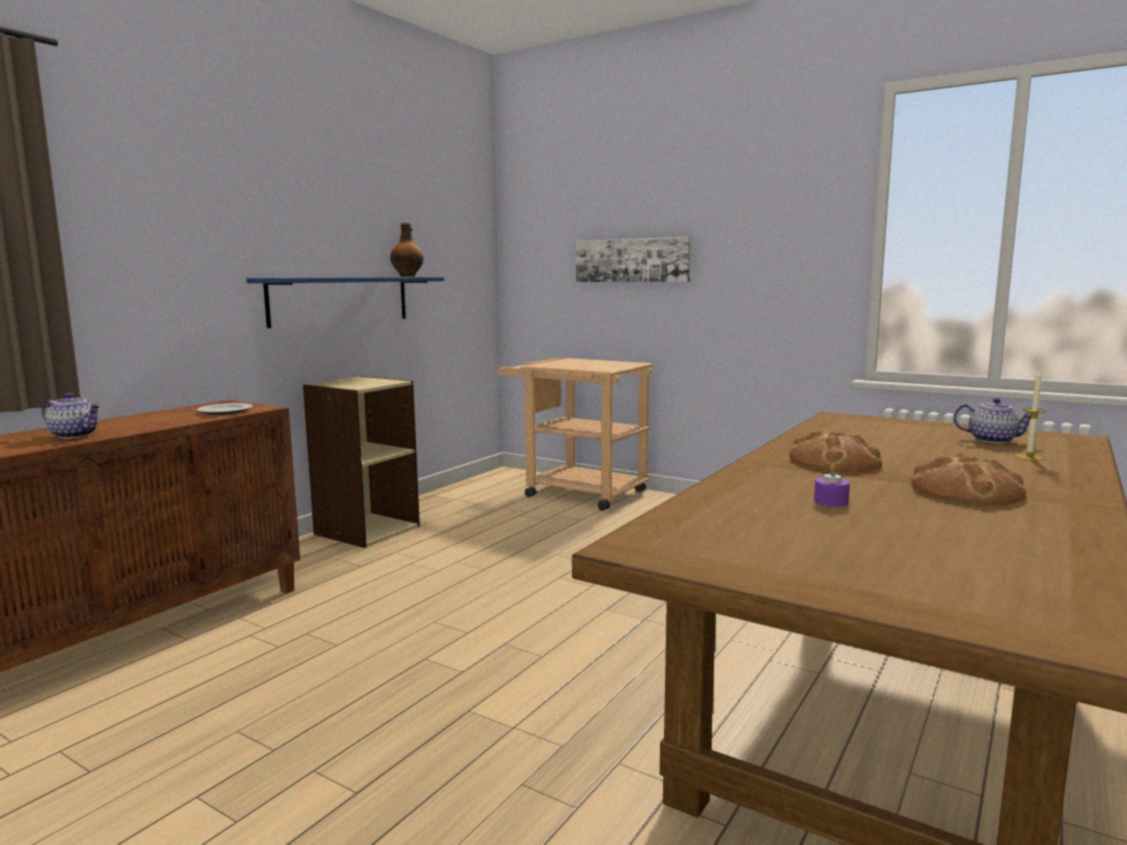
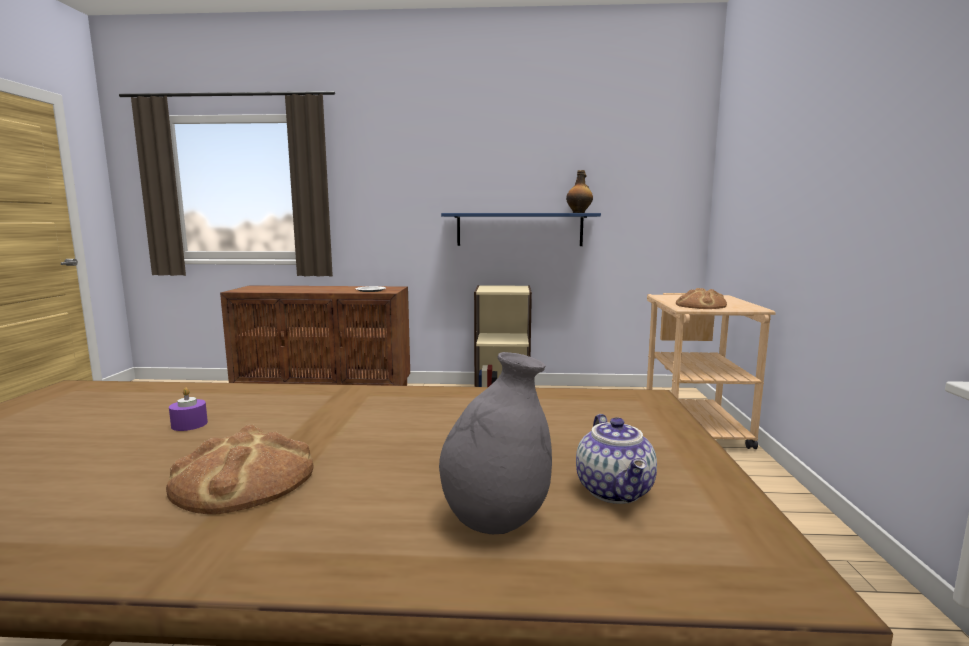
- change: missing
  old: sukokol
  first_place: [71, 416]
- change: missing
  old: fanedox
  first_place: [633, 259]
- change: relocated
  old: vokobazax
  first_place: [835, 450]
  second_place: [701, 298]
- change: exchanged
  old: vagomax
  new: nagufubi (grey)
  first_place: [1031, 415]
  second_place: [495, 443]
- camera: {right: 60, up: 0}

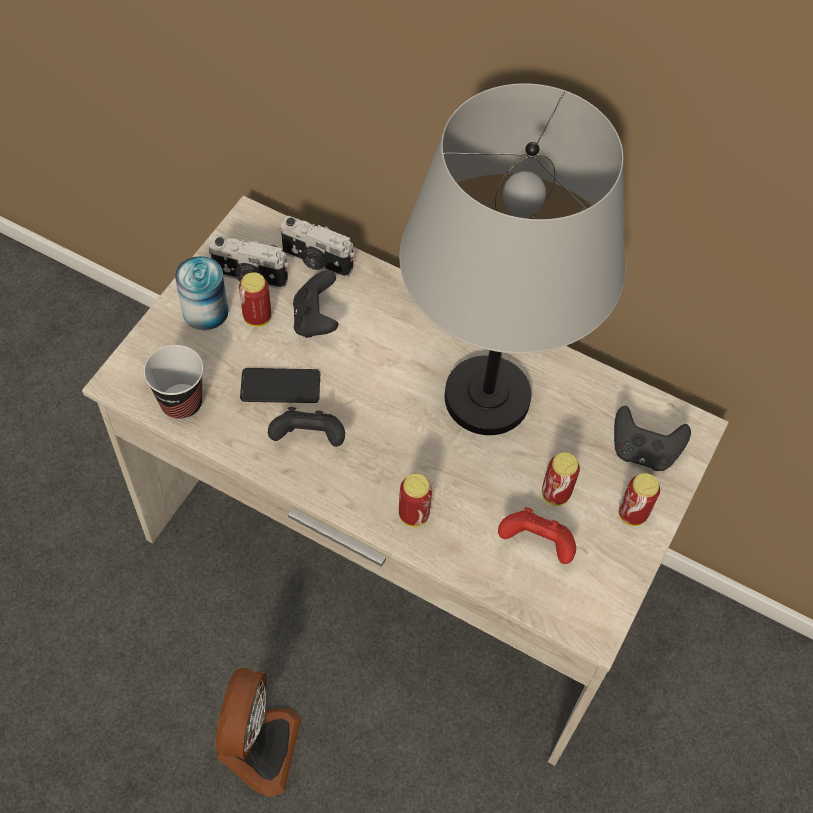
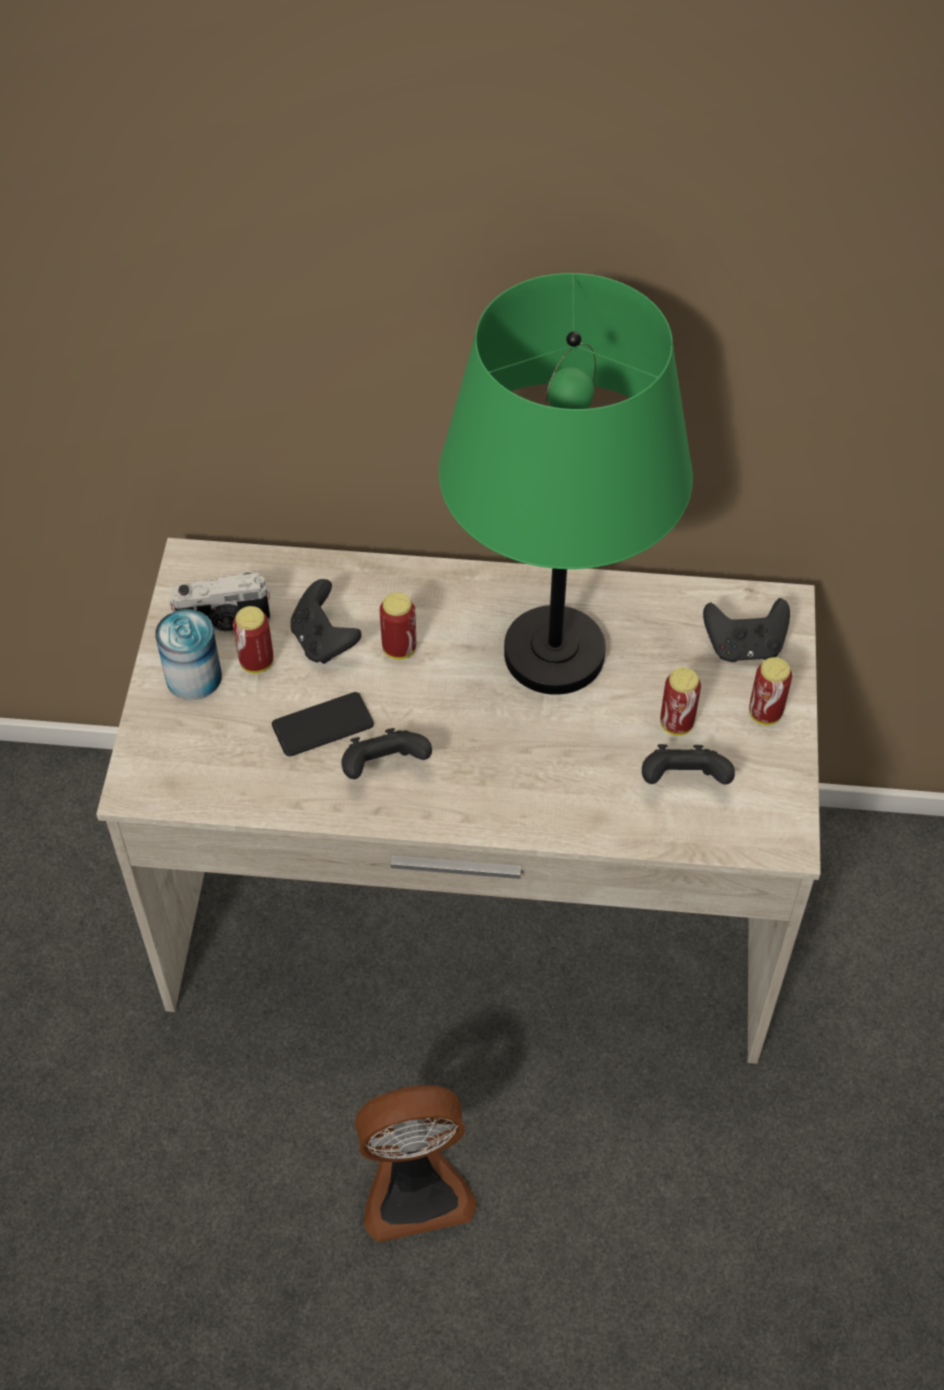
- change: missing
  old: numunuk
  first_place: [173, 382]
- change: missing
  old: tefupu
  first_place: [317, 247]
- change: relocated
  old: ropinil
  first_place: [415, 500]
  second_place: [398, 625]
- change: colour
  old: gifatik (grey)
  new: gifatik (green)
  first_place: [512, 259]
  second_place: [566, 484]
- change: colour
  old: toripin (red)
  new: toripin (black)
  first_place: [537, 535]
  second_place: [688, 764]
- change: spun
  old: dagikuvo
  first_place: [259, 732]
  second_place: [416, 1163]
  degrees: 90
- camera: {right: -20, up: -5}

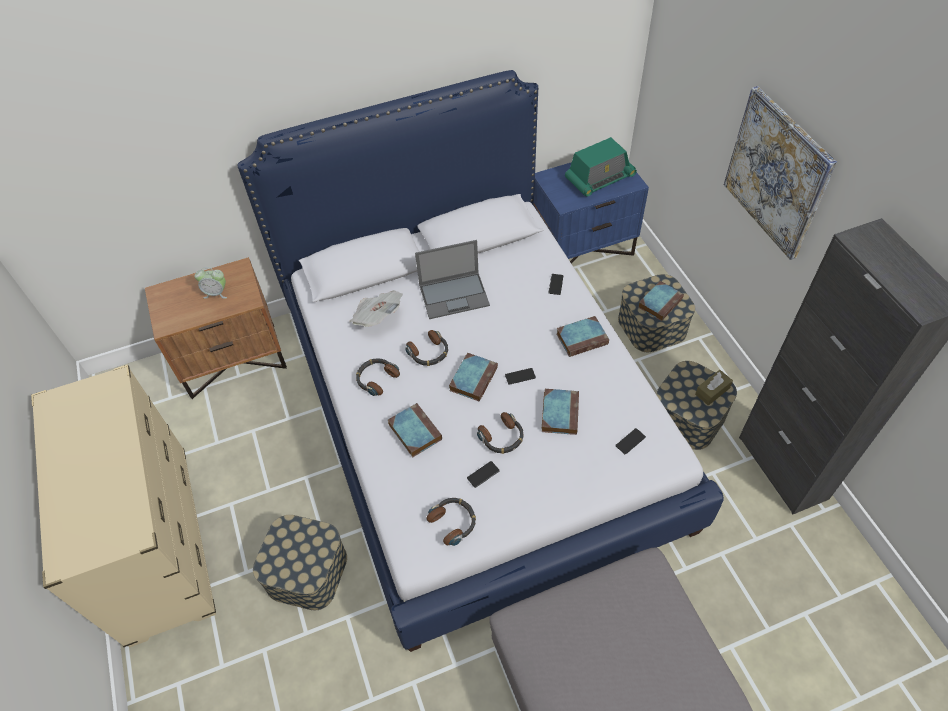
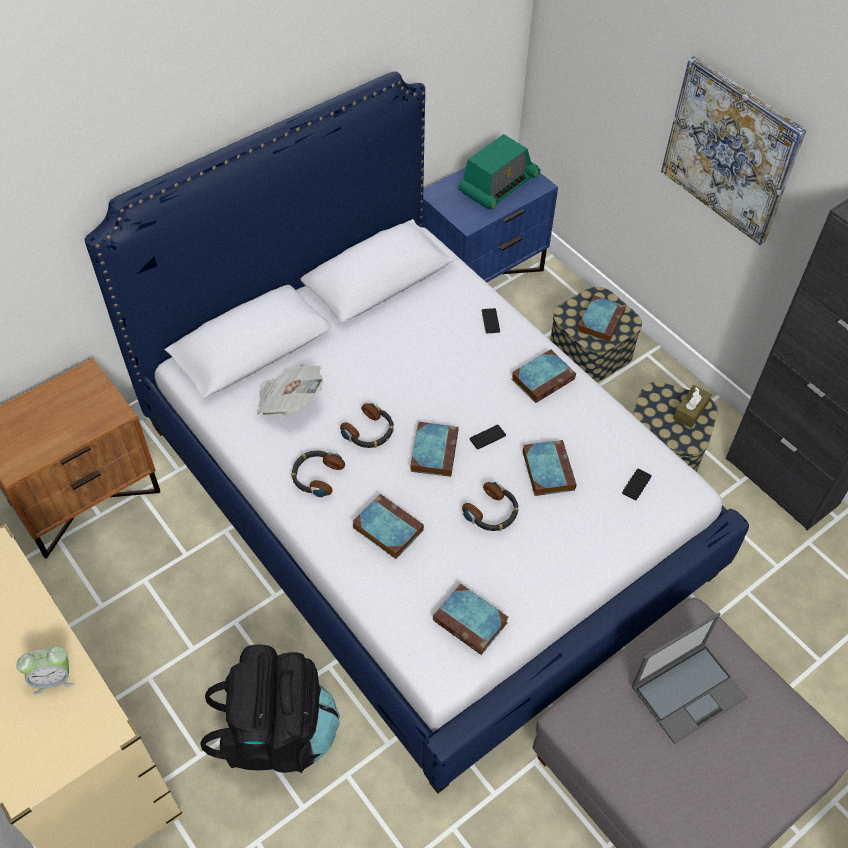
- change: missing
  old: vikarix
  first_place: [483, 474]
- change: relocated
  old: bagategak
  first_place: [210, 283]
  second_place: [45, 670]
- change: relocated
  old: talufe
  first_place: [452, 279]
  second_place: [689, 678]
- change: exchanged
  old: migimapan
  new: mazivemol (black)
  first_place: [300, 563]
  second_place: [269, 708]
- change: exchanged
  old: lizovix
  new: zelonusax
  first_place: [451, 522]
  second_place: [470, 619]
- camera: {right: -20, up: 0}

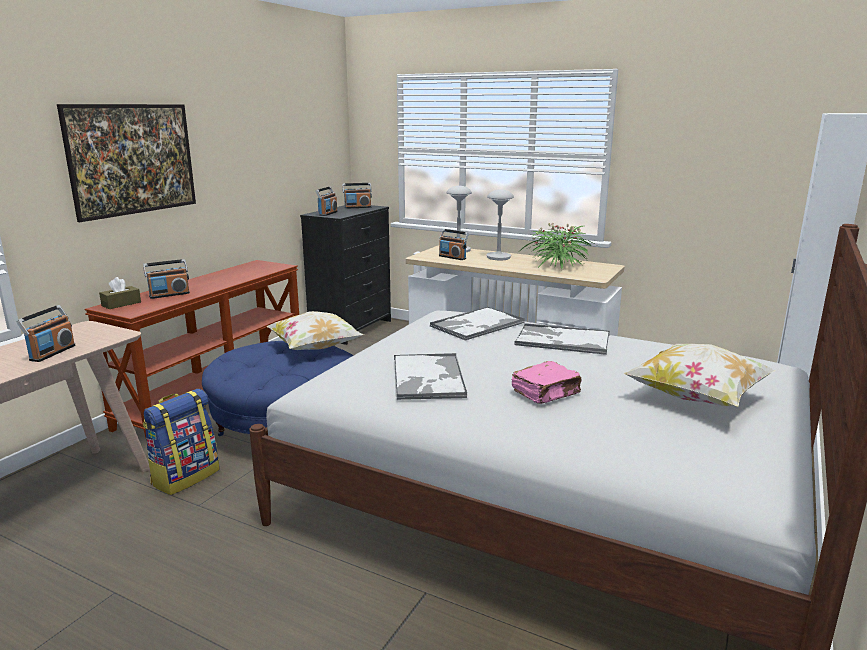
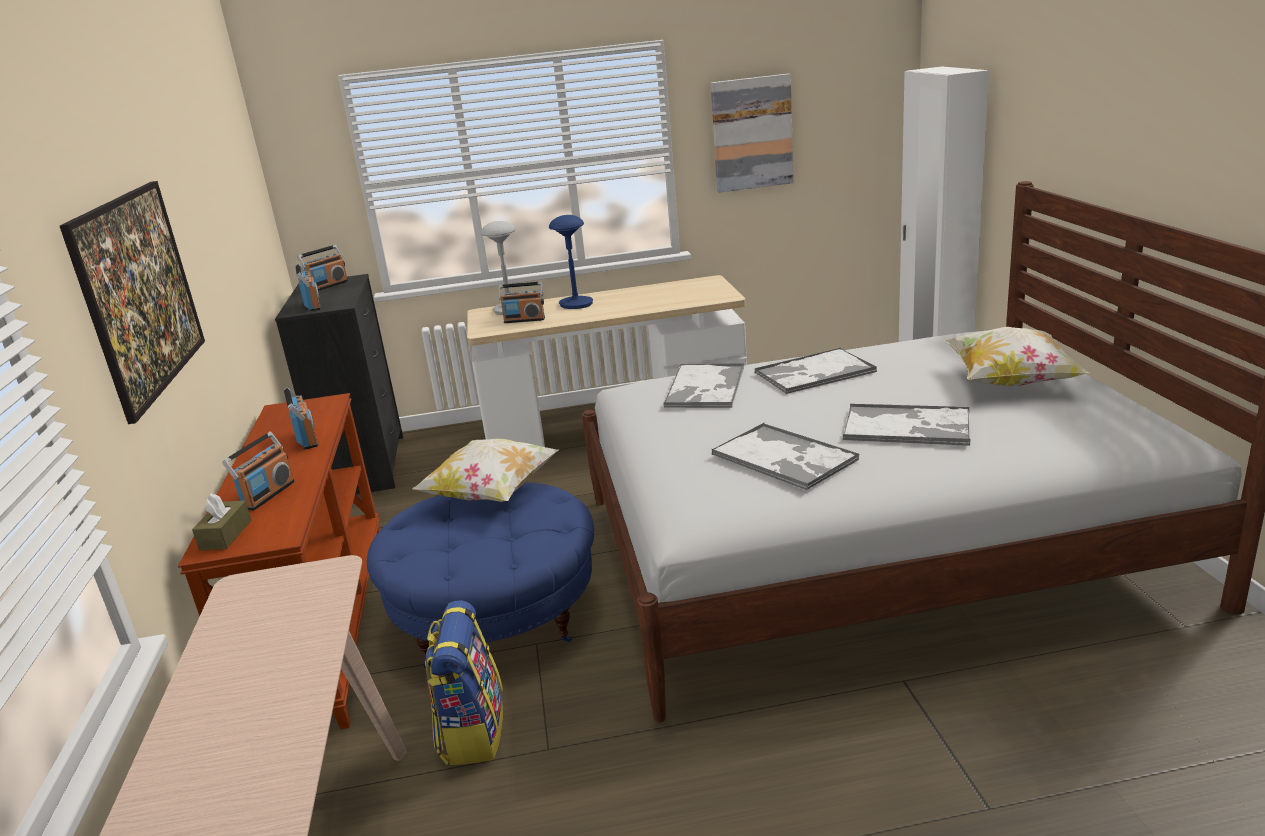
- change: missing
  old: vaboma
  first_place: [558, 246]
- change: appeared
  new: fanedox
  second_place: [752, 133]
- change: relocated
  old: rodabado
  first_place: [46, 333]
  second_place: [301, 418]
- change: exchanged
  old: zelonusax (pink)
  new: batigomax
  first_place: [546, 382]
  second_place: [906, 425]
- change: colour
  old: gifatik (grey)
  new: gifatik (blue)
  first_place: [500, 224]
  second_place: [571, 262]
- camera: {right: -35, up: 5}

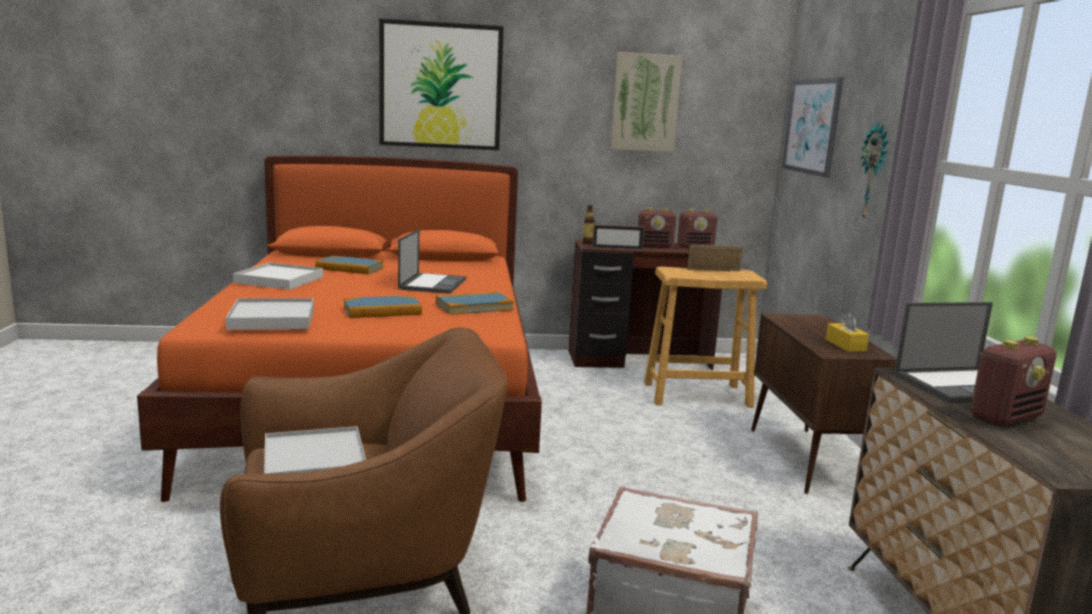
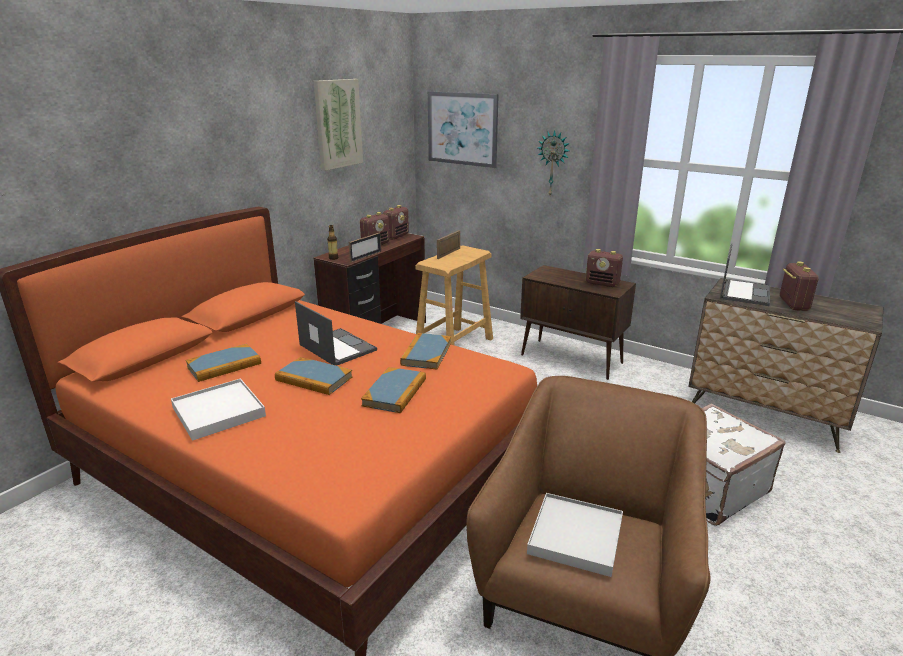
- change: missing
  old: batigomax (white)
  first_place: [270, 314]
- change: missing
  old: fanedox
  first_place: [441, 84]
- change: appeared
  new: zelonusax
  second_place: [314, 376]
- change: exchanged
  old: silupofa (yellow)
  new: rodabado
  first_place: [847, 332]
  second_place: [604, 268]
- camera: {right: -50, up: 10}

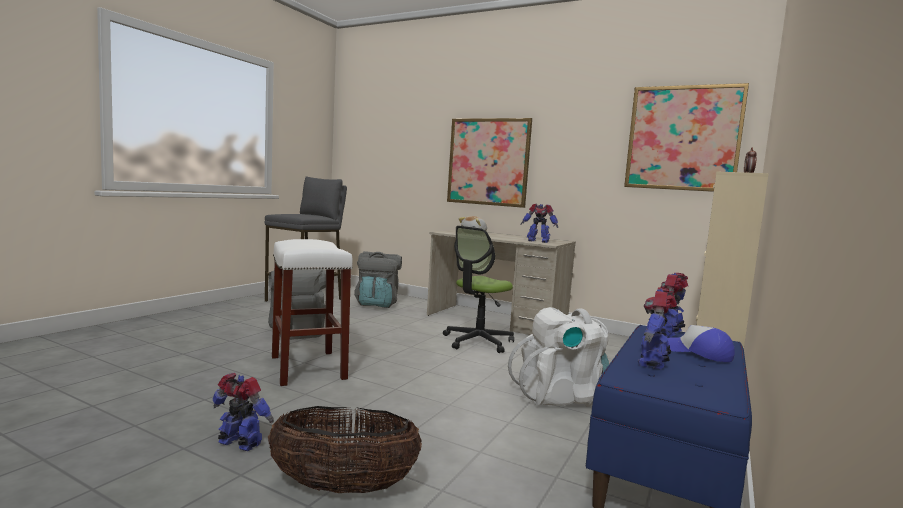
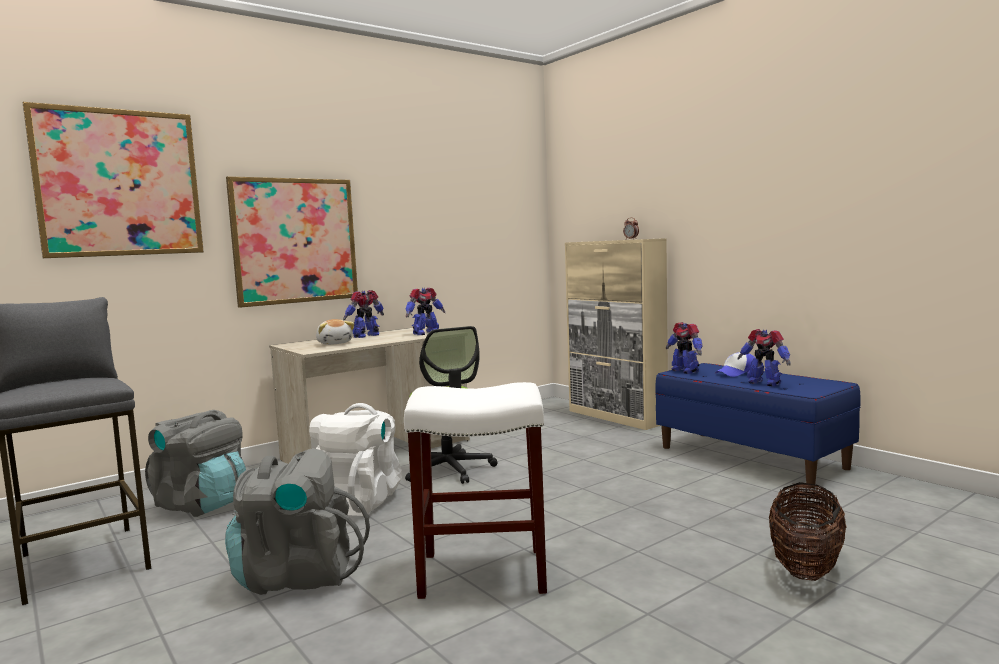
- change: relocated
  old: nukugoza
  first_place: [243, 412]
  second_place: [363, 314]
- change: relocated
  old: mazivemol (white)
  first_place: [558, 357]
  second_place: [355, 459]
- change: relocated
  old: fanedox
  first_place: [686, 137]
  second_place: [113, 180]
- camera: {right: -65, up: 0}

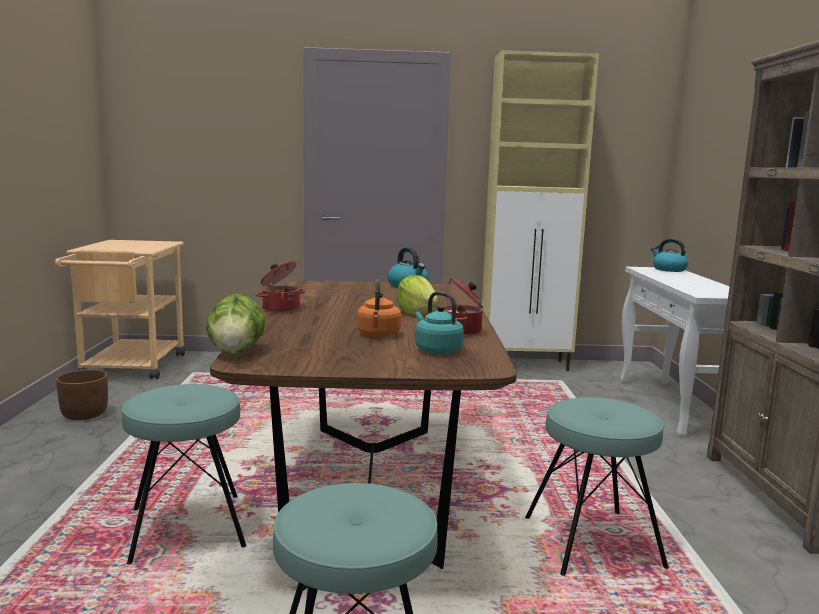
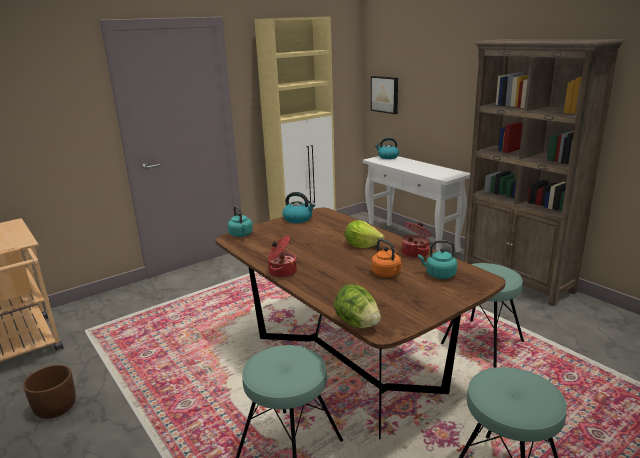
- change: appeared
  new: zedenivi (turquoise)
  second_place: [240, 221]
- change: appeared
  new: fanedox
  second_place: [384, 95]
- camera: {right: -35, up: 10}

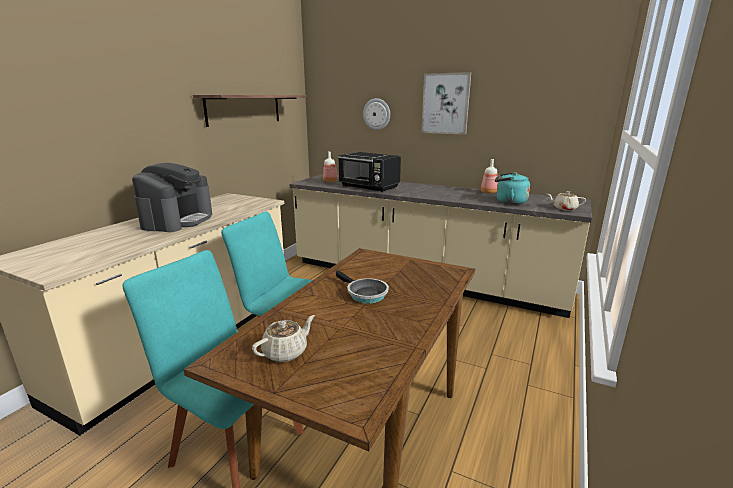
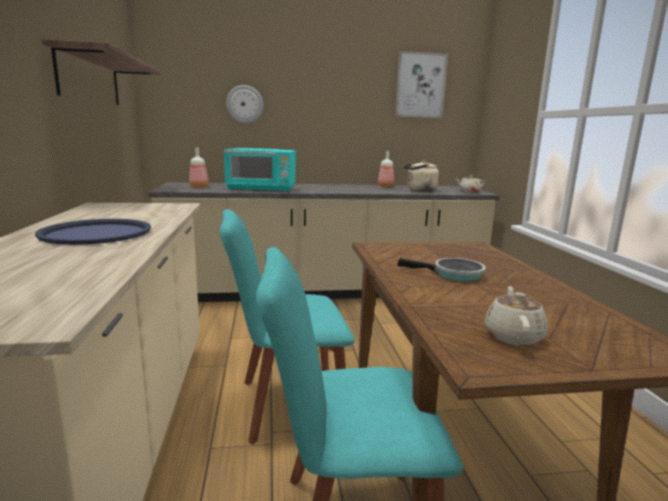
- change: relocated
  old: fanedox
  first_place: [446, 103]
  second_place: [421, 84]
- change: exchanged
  old: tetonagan
  new: batigomax (blue)
  first_place: [172, 197]
  second_place: [93, 232]
- change: colour
  old: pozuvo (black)
  new: pozuvo (turquoise)
  first_place: [369, 172]
  second_place: [259, 170]
- change: colour
  old: zedenivi (turquoise)
  new: zedenivi (beige)
  first_place: [512, 188]
  second_place: [421, 176]
- camera: {right: -35, up: -5}

